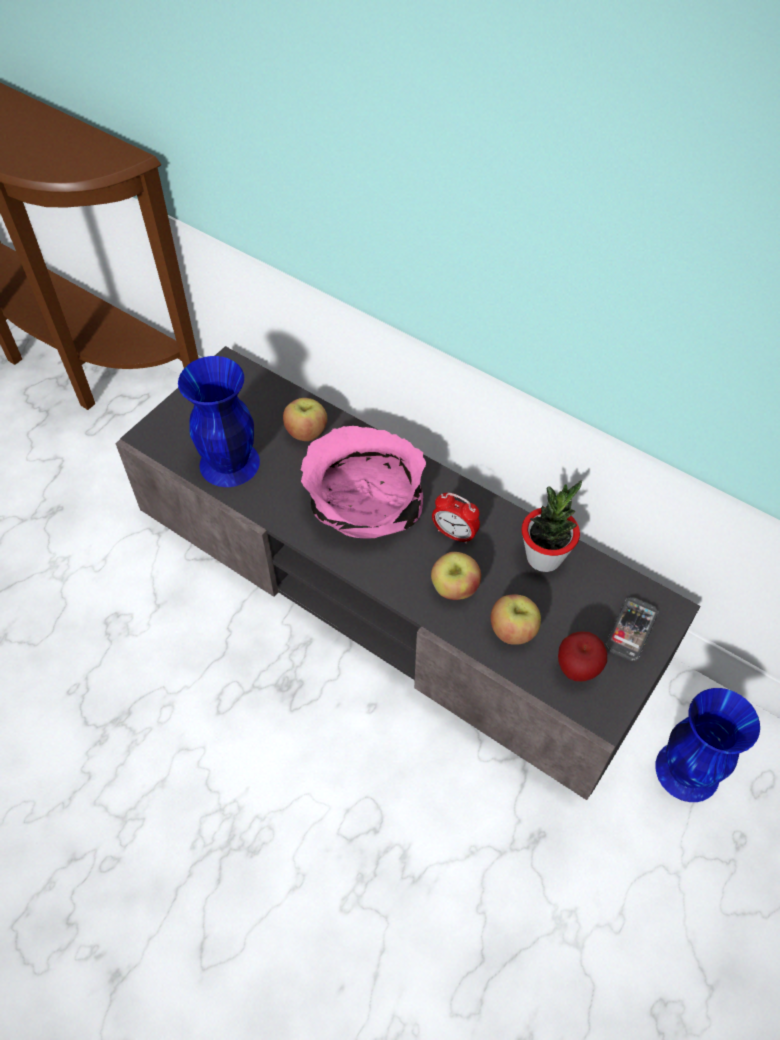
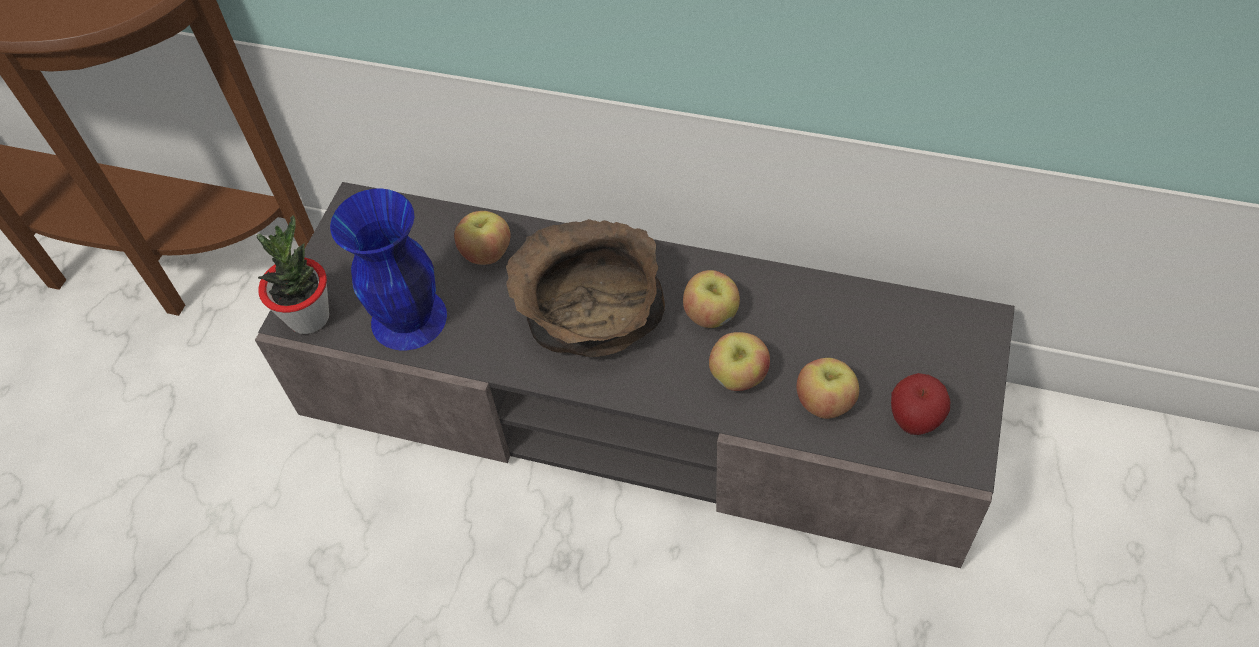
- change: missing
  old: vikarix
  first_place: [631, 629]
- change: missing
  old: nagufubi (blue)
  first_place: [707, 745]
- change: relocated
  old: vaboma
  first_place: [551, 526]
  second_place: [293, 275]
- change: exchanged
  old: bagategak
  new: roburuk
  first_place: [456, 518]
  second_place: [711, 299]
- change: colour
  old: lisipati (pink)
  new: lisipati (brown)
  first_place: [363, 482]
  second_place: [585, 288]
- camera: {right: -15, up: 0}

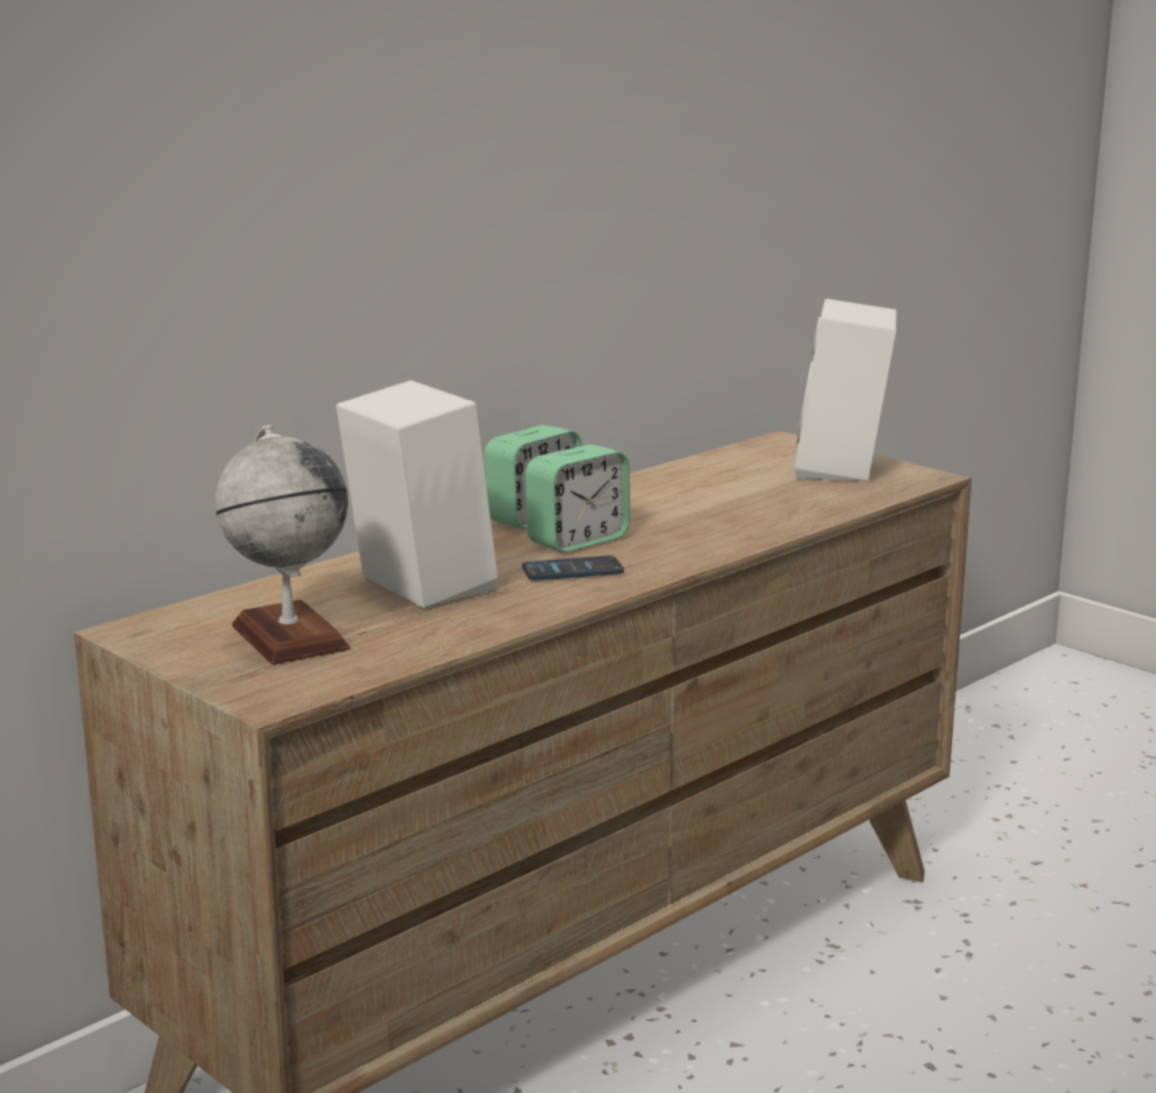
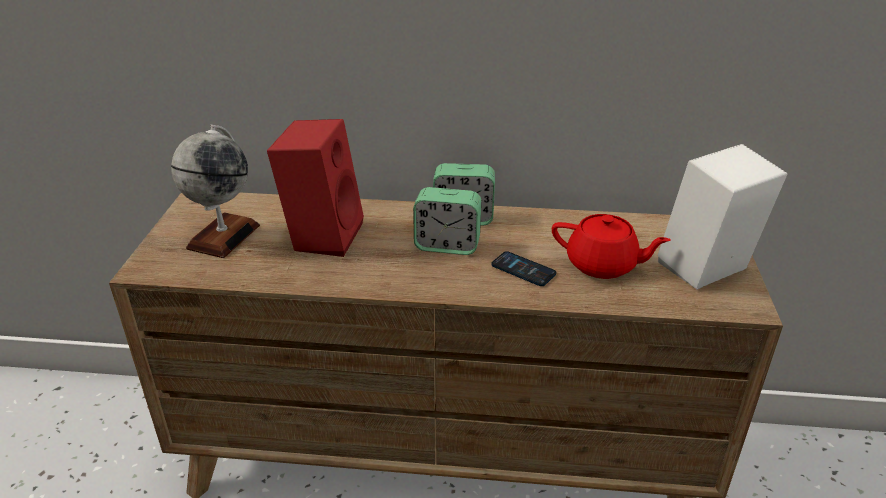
- change: appeared
  new: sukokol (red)
  second_place: [611, 246]
- change: relocated
  old: vikarix
  first_place: [573, 568]
  second_place: [523, 268]
- change: colour
  old: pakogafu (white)
  new: pakogafu (red)
  first_place: [417, 494]
  second_place: [315, 188]
- camera: {right: 50, up: 15}

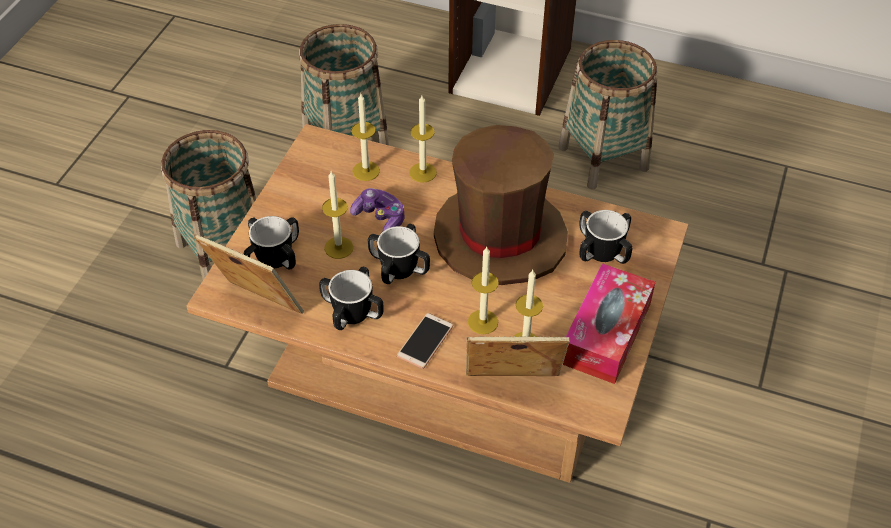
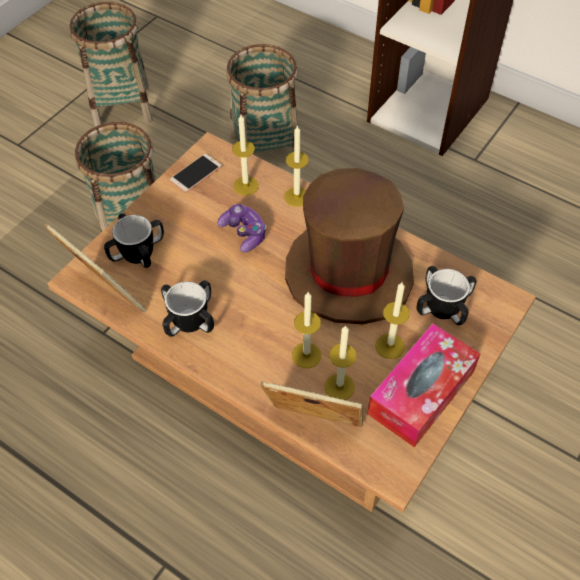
- change: missing
  old: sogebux
  first_place: [399, 254]
- change: relocated
  old: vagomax
  first_place: [337, 215]
  second_place: [392, 320]
- change: relocated
  old: vikarix
  first_place: [425, 341]
  second_place: [195, 173]
- change: relocated
  old: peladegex
  first_place: [607, 114]
  second_place: [111, 64]
- camera: {right: 15, up: 5}

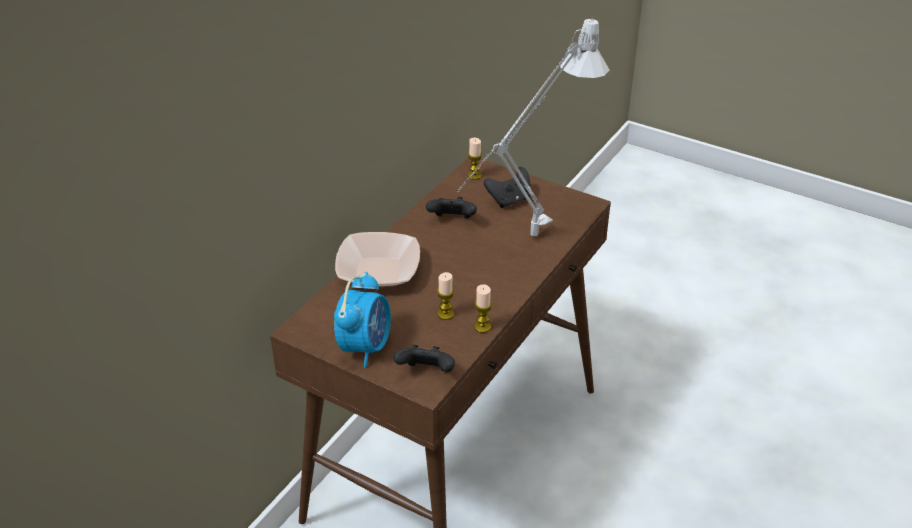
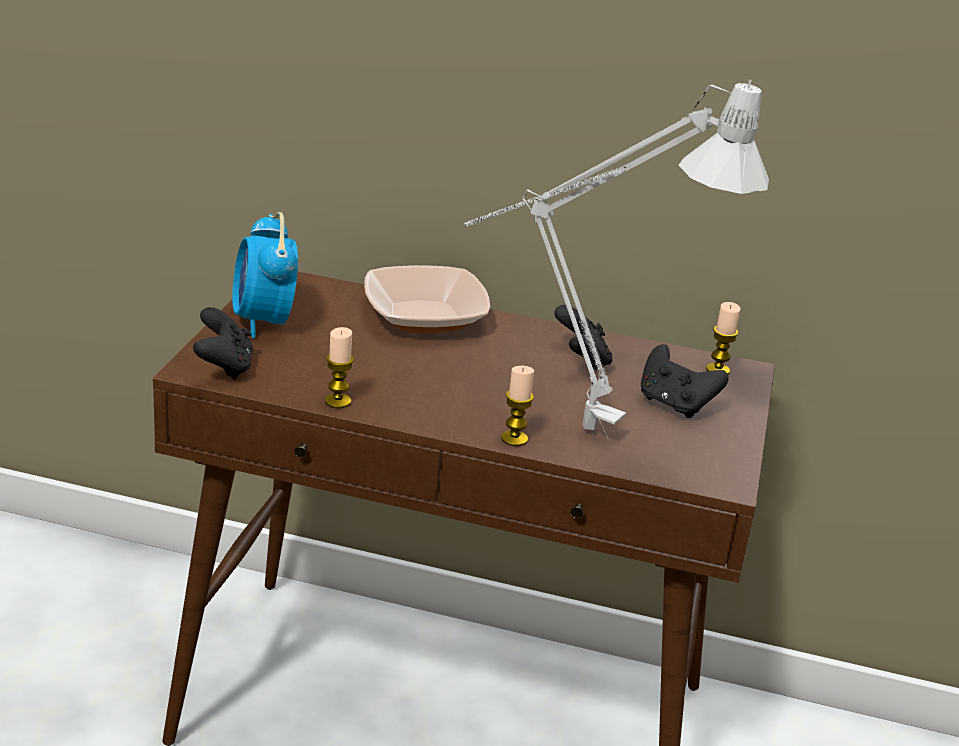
- change: relocated
  old: vagomax
  first_place: [445, 296]
  second_place: [517, 406]
- change: spun
  old: bagategak
  first_place: [362, 320]
  second_place: [265, 275]
  degrees: 75
- camera: {right: 70, up: -10}

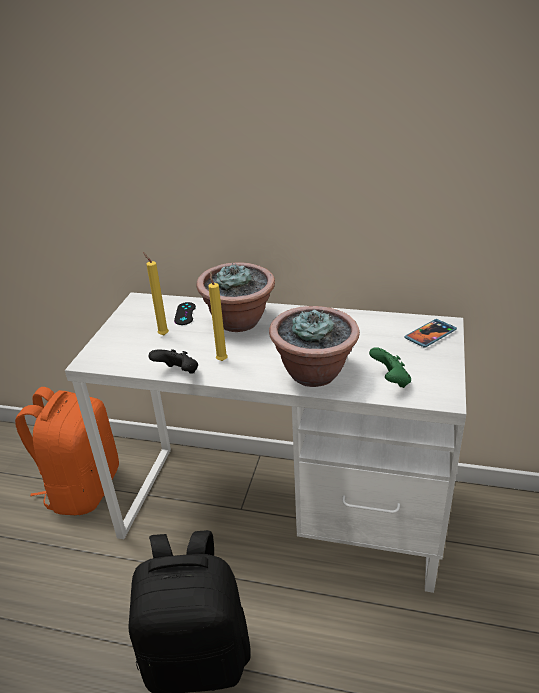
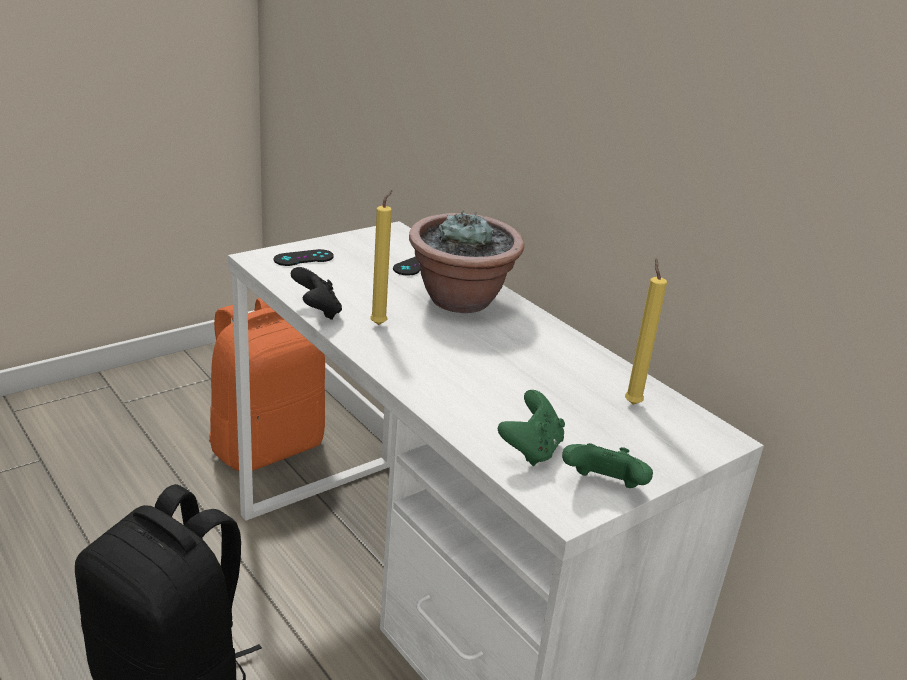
- change: missing
  old: vaboma
  first_place: [314, 346]
- change: missing
  old: vikarix
  first_place: [430, 333]
- change: appeared
  new: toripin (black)
  second_place: [304, 257]
- change: appeared
  new: toripin (green)
  second_place: [607, 465]
- change: relocated
  old: vagomax (yellow)
  first_place: [156, 293]
  second_place: [646, 331]
- camera: {right: 35, up: -5}

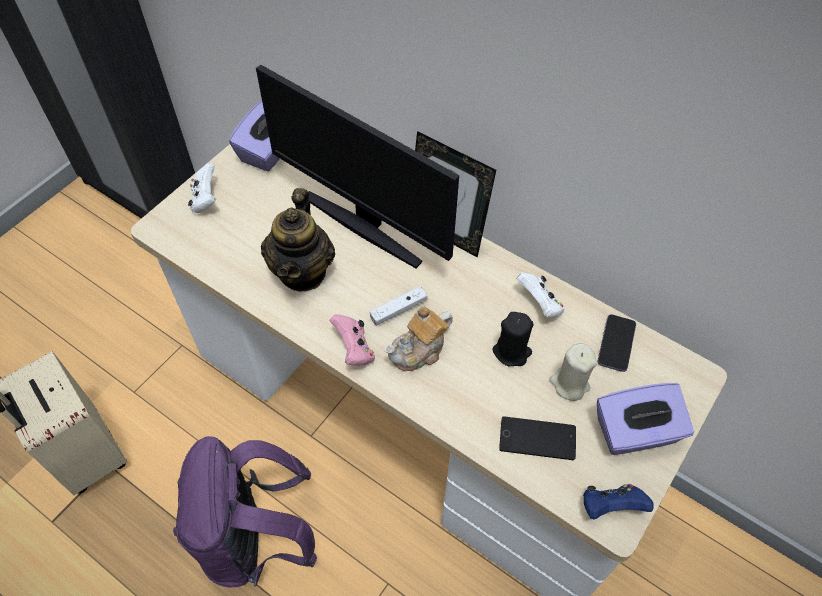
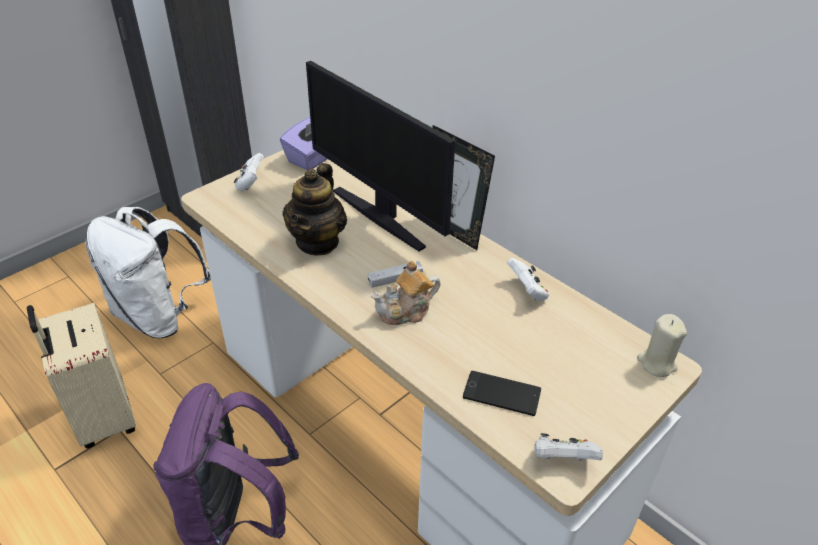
- change: missing
  old: toripin (pink)
  first_place: [352, 340]
- change: missing
  old: vagomax (black)
  first_place: [512, 339]
- change: missing
  old: vikarix
  first_place: [616, 343]
- change: missing
  old: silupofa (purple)
  first_place: [645, 419]
- change: appeared
  new: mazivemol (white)
  second_place: [148, 272]
- change: relocated
  old: vagomax (beige)
  first_place: [573, 372]
  second_place: [662, 345]
- change: colour
  old: toripin (blue)
  new: toripin (white)
  first_place: [618, 502]
  second_place: [568, 446]
- camera: {right: 10, up: -15}

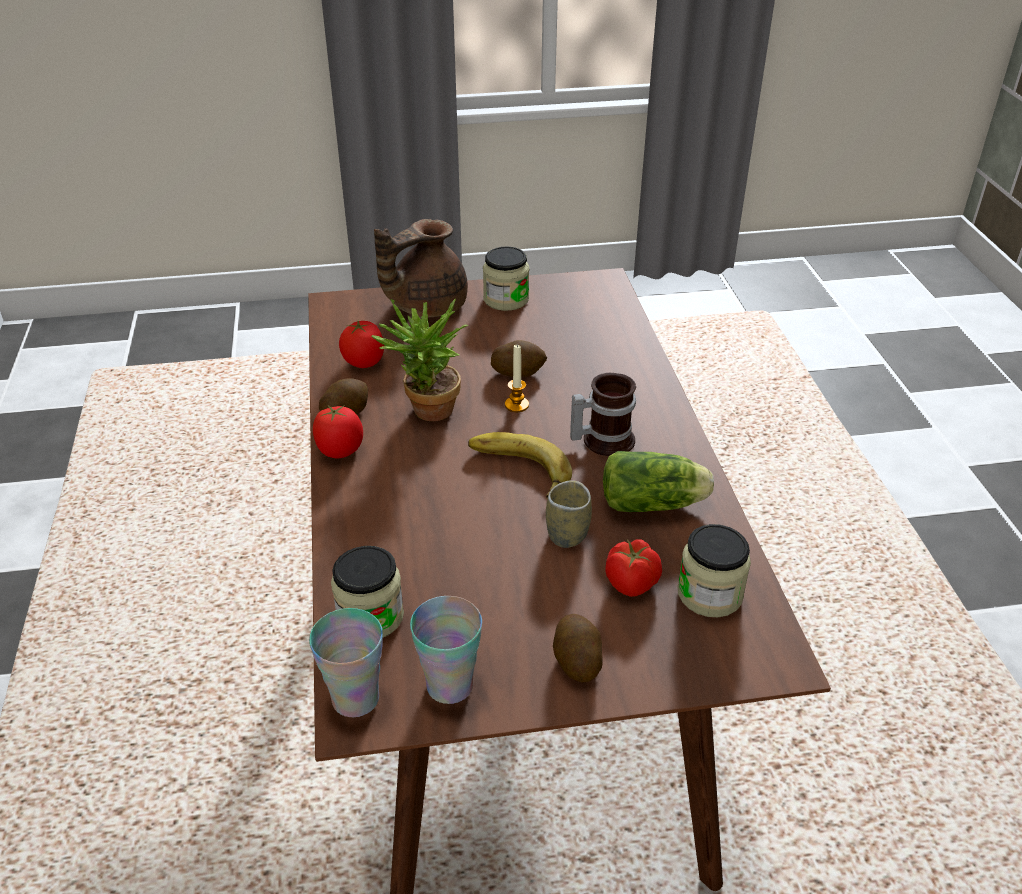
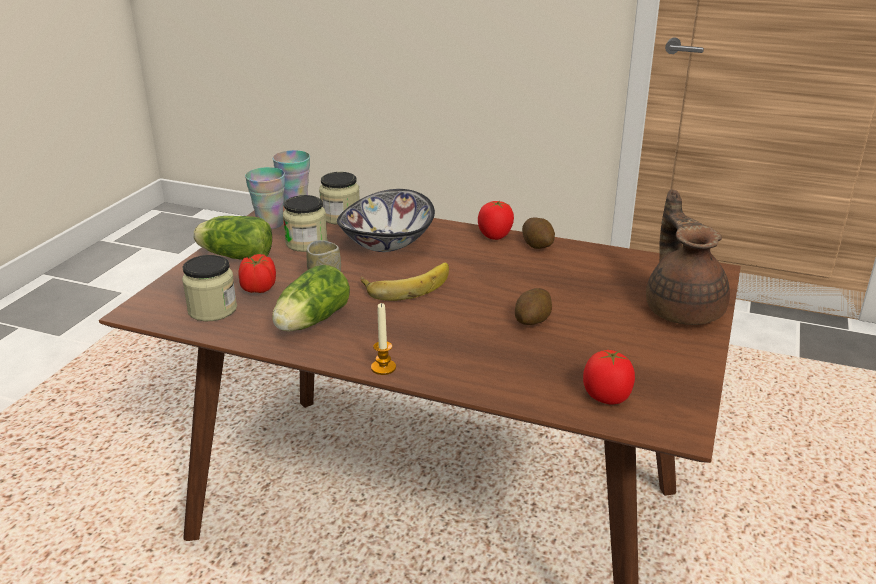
- change: missing
  old: vaboma
  first_place: [419, 360]
- change: missing
  old: sogebux
  first_place: [603, 414]
- change: appeared
  new: lisipati
  second_place: [386, 220]
- change: relocated
  old: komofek
  first_place: [361, 344]
  second_place: [609, 377]
- change: relocated
  old: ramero
  first_place: [506, 279]
  second_place: [305, 223]
- change: relocated
  old: vagomax
  first_place: [517, 378]
  second_place: [383, 339]
- change: exchanged
  old: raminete
  new: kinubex
  first_place: [577, 648]
  second_place: [232, 238]
- camera: {right: 120, up: -10}

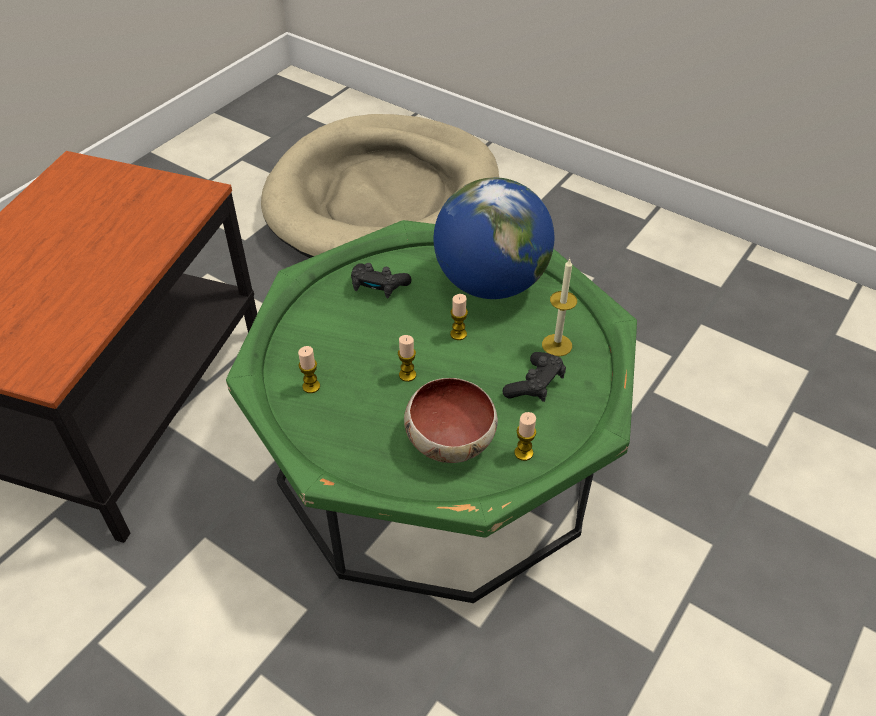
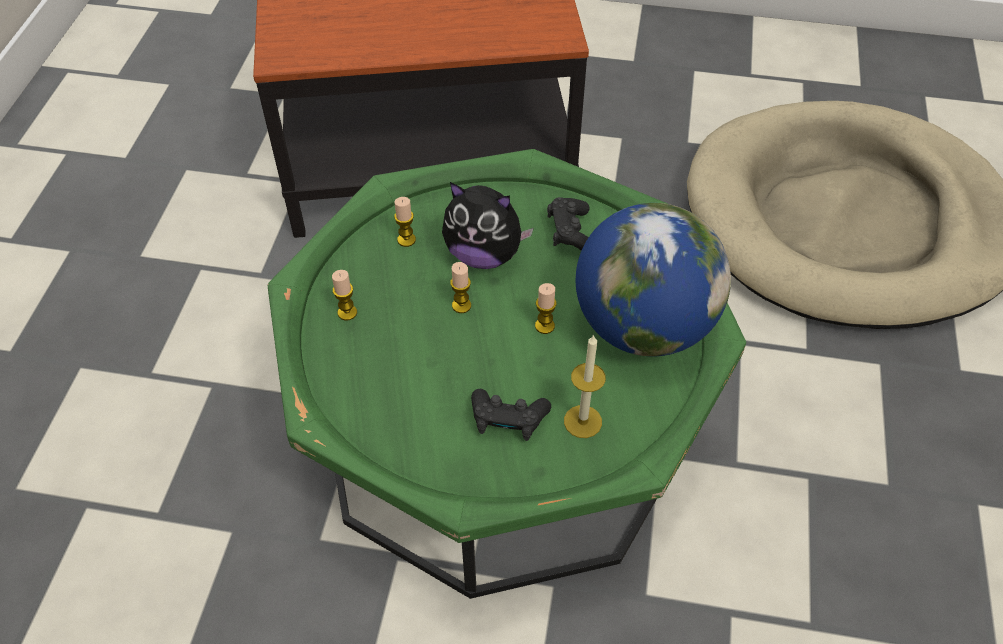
- change: missing
  old: lisipati
  first_place: [451, 420]
- change: appeared
  new: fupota
  second_place: [487, 225]
- change: relocated
  old: vagomax
  first_place: [525, 436]
  second_place: [344, 295]
- camera: {right: 65, up: 5}

